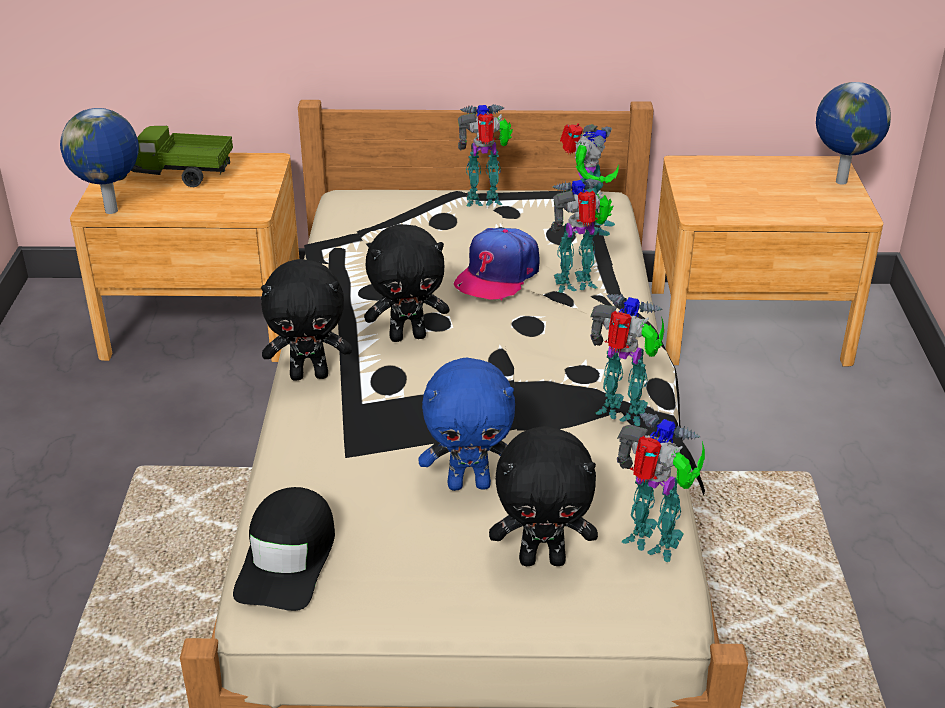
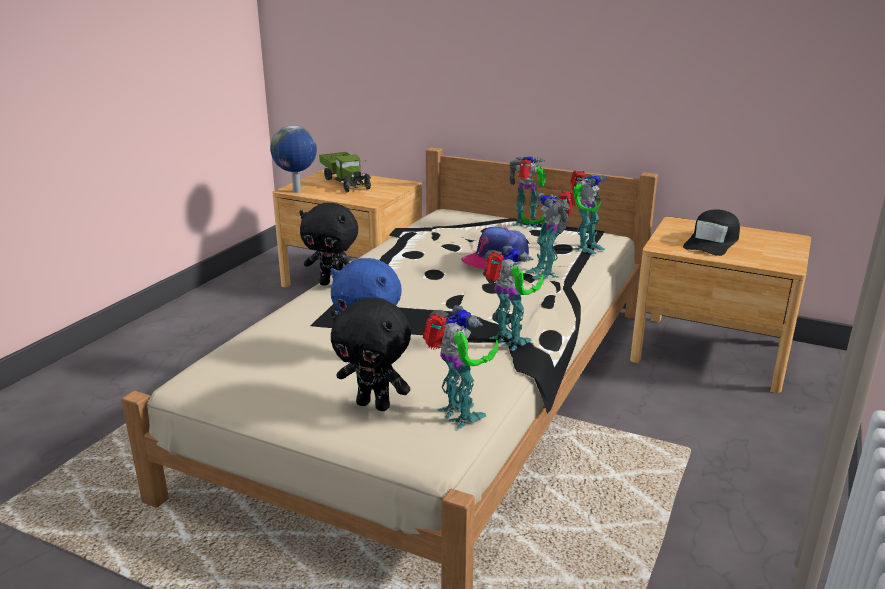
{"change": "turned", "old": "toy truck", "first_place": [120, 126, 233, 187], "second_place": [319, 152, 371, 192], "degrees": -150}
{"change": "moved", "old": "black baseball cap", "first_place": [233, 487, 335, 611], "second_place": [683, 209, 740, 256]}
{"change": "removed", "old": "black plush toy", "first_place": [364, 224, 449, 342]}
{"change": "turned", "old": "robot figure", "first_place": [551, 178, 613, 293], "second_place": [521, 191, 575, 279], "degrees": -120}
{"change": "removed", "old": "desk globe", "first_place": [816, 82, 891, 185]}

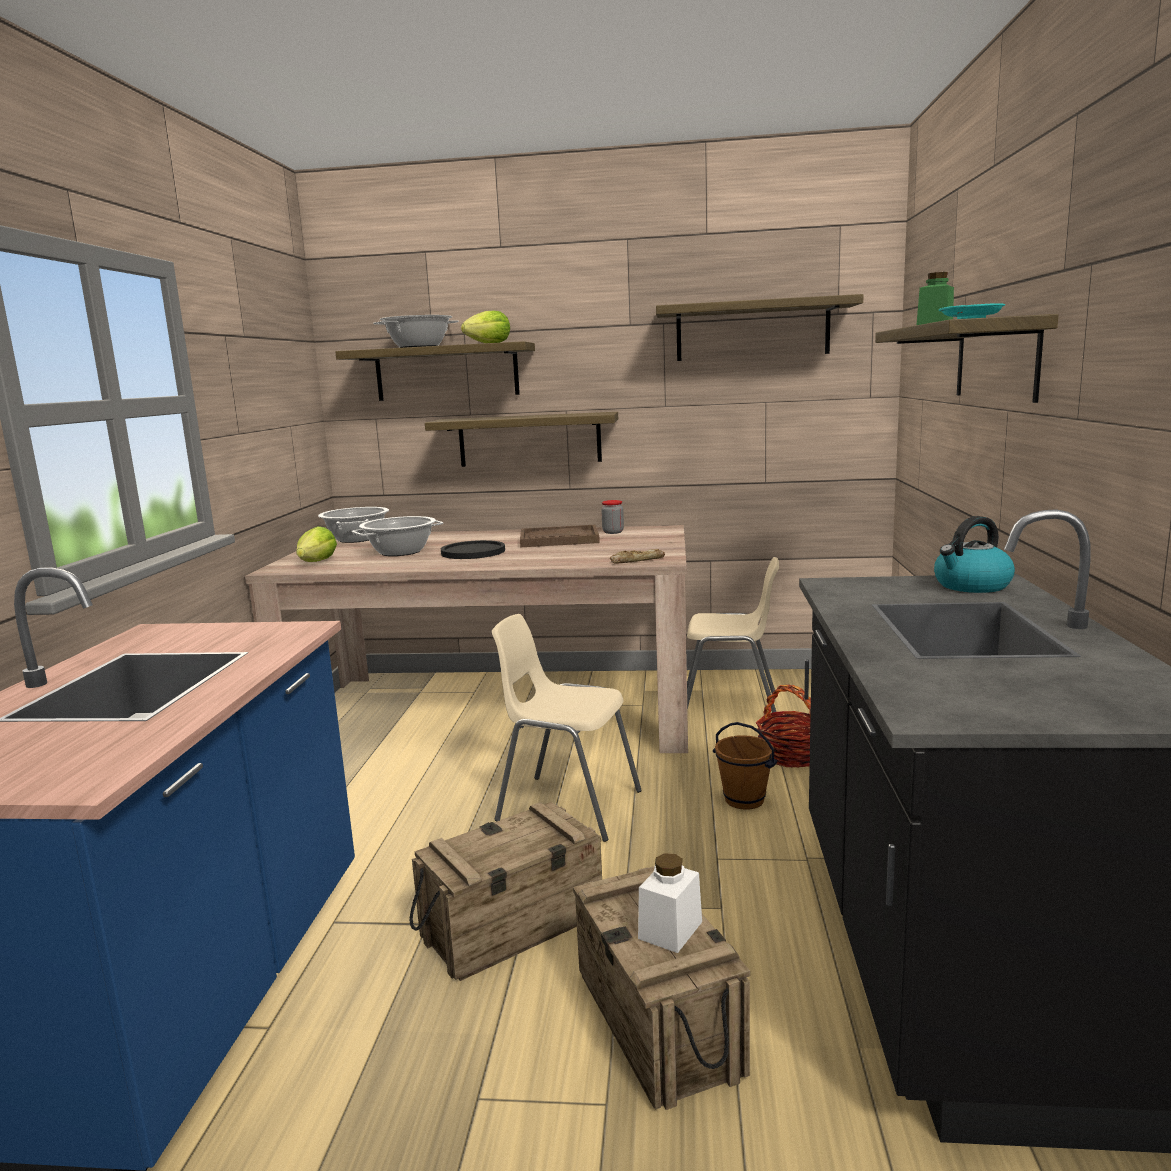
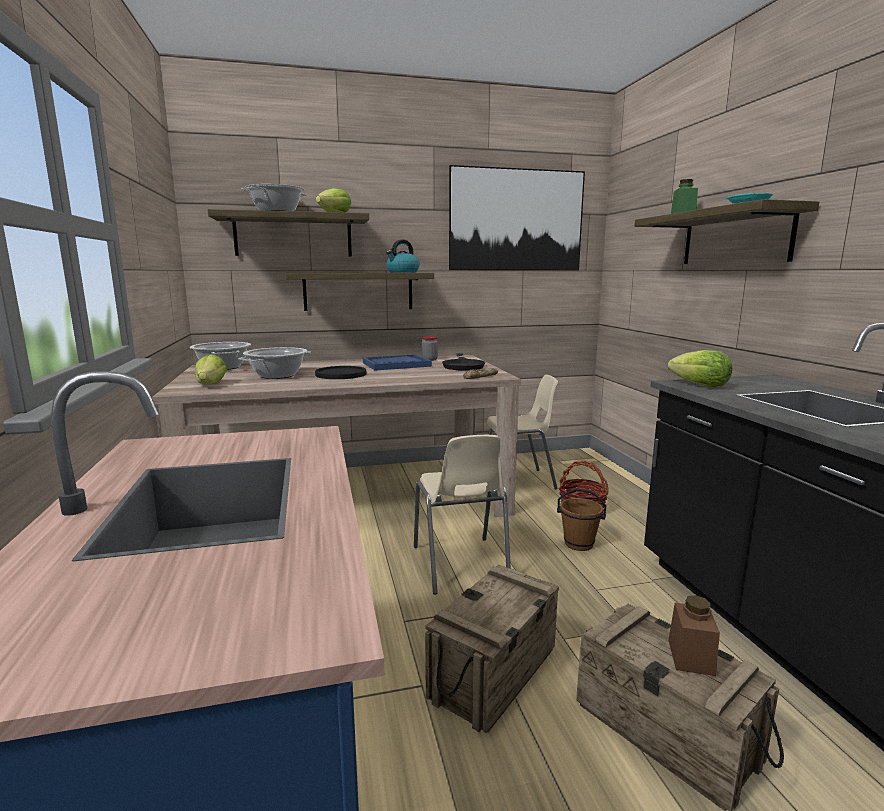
{"change": "turned", "old": "beige upright chair", "first_place": [492, 614, 642, 842], "second_place": [414, 435, 511, 595], "degrees": -105}
{"change": "recoloured", "old": "brownish carrying tray", "new": "bluish carrying tray", "first_place": [520, 525, 600, 547], "second_place": [363, 354, 432, 370]}
{"change": "recoloured", "old": "whitish preserve jar", "new": "brownish preserve jar", "first_place": [638, 853, 702, 953], "second_place": [668, 595, 720, 676]}
{"change": "replaced", "old": "wall shelf", "new": "wall picture", "first_place": [656, 294, 864, 361], "second_place": [449, 165, 585, 270]}
{"change": "moved", "old": "kettle", "first_place": [934, 516, 1015, 593], "second_place": [386, 240, 420, 272]}
{"change": "added", "new": "black skillet", "second_place": [442, 353, 485, 371]}
{"change": "added", "new": "head of lettuce", "second_place": [668, 350, 732, 387]}

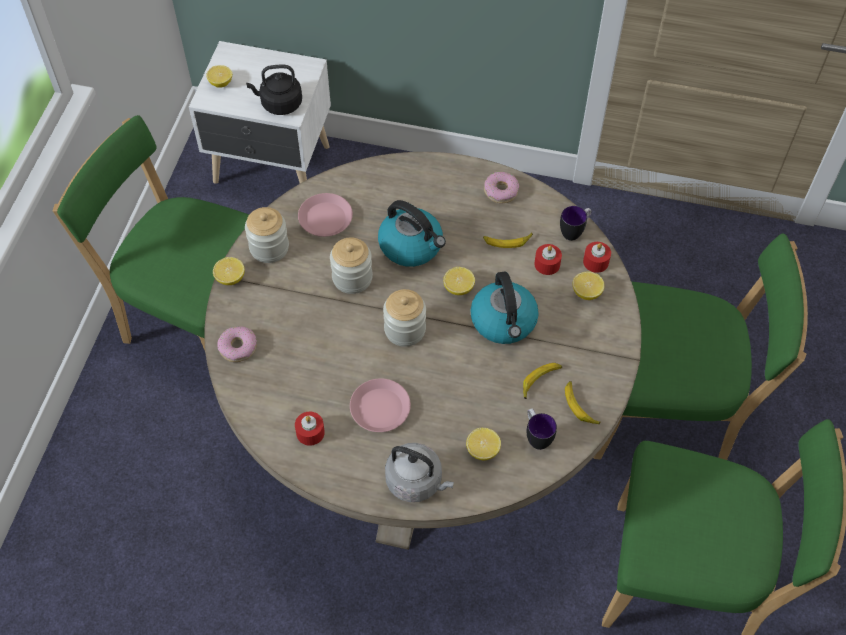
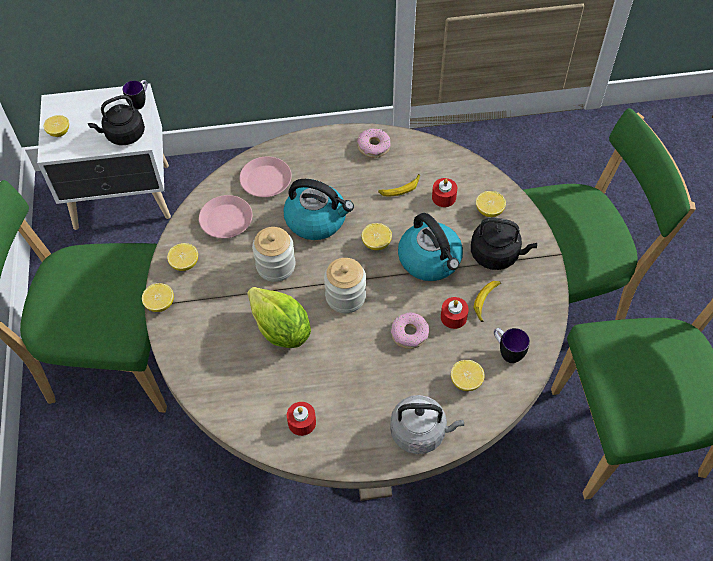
{"change": "moved", "old": "doughnut", "first_place": [218, 327, 257, 362], "second_place": [391, 313, 429, 349]}
{"change": "replaced", "old": "preserve jar", "new": "citrus fruit", "first_place": [245, 207, 289, 263], "second_place": [167, 243, 198, 271]}
{"change": "moved", "old": "pinkish flat dish", "first_place": [350, 378, 411, 432], "second_place": [239, 157, 292, 197]}
{"change": "moved", "old": "mug", "first_place": [560, 206, 592, 241], "second_place": [123, 80, 147, 110]}
{"change": "removed", "old": "whole banana", "first_place": [565, 381, 600, 424]}
{"change": "moved", "old": "red wax light", "first_place": [583, 242, 611, 273], "second_place": [441, 297, 469, 329]}
{"change": "added", "new": "head of lettuce", "second_place": [247, 287, 311, 348]}
{"change": "added", "new": "black kettle", "second_place": [471, 217, 537, 270]}

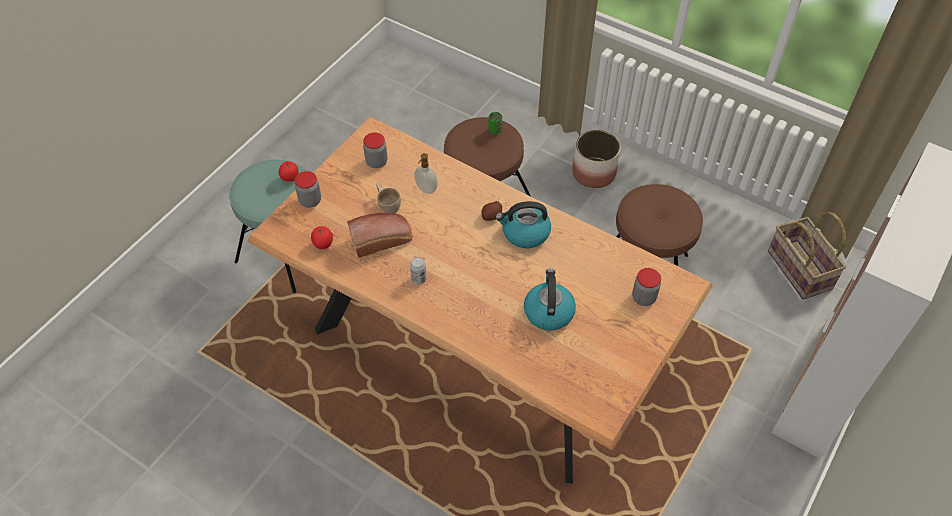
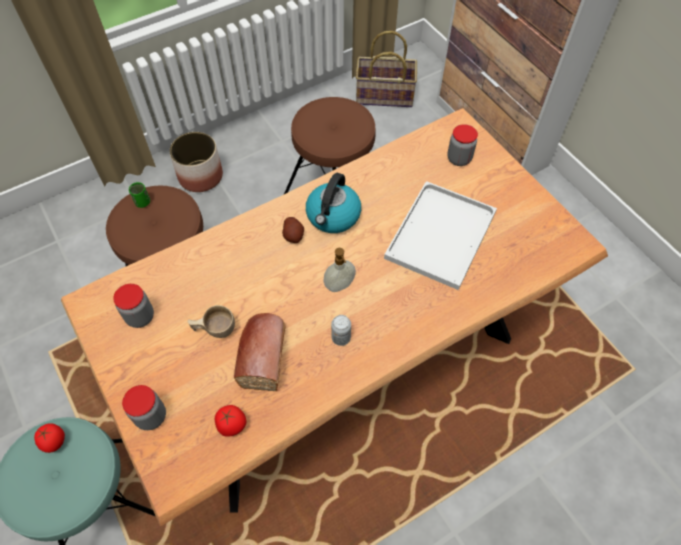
{"change": "moved", "old": "soap dispenser", "first_place": [414, 153, 438, 194], "second_place": [323, 248, 356, 292]}
{"change": "replaced", "old": "kettle", "new": "whitish carrying tray", "first_place": [524, 269, 576, 331], "second_place": [384, 181, 497, 290]}

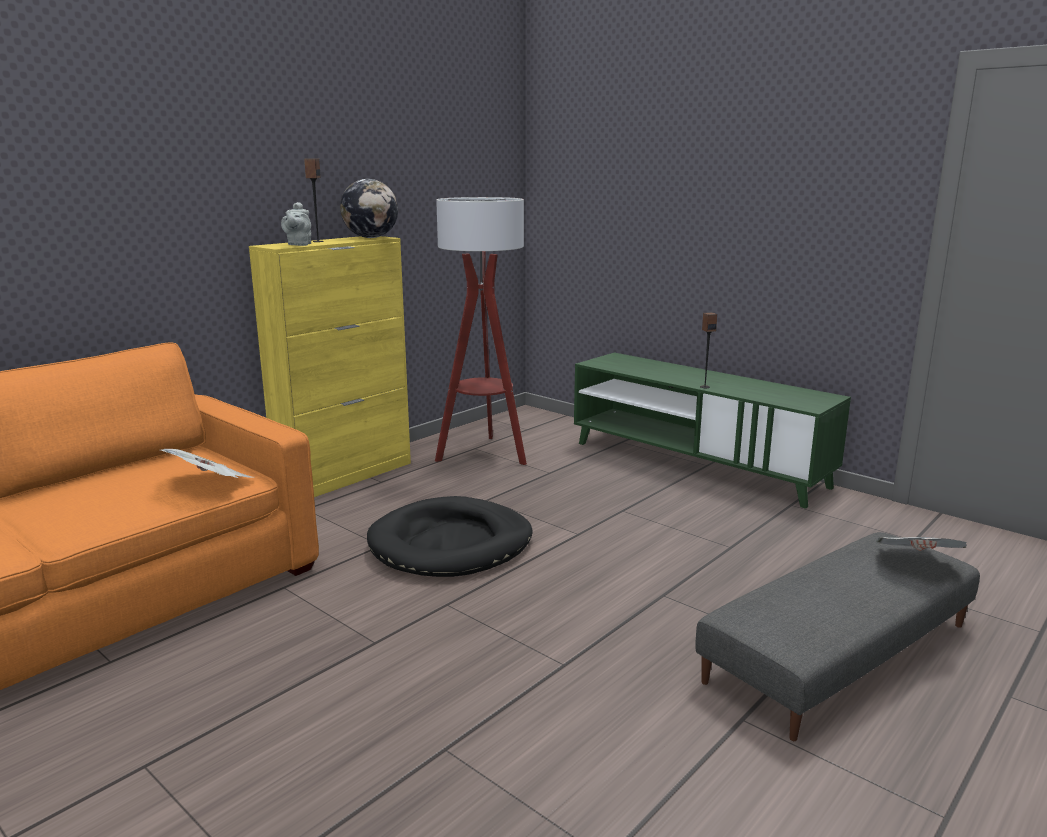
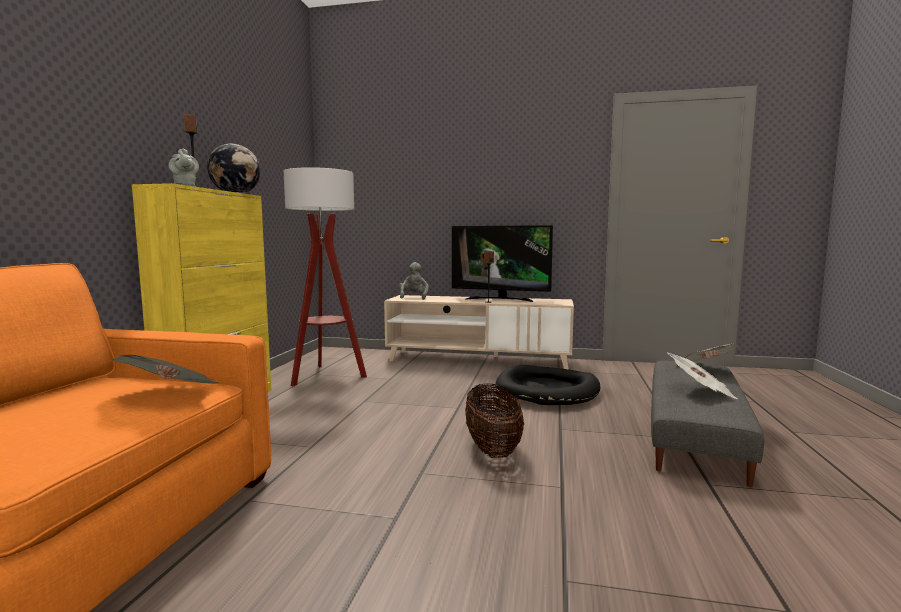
{"change": "moved", "old": "black dog bed", "first_place": [367, 496, 533, 577], "second_place": [496, 365, 600, 405]}
{"change": "recoloured", "old": "greenish tv stand", "new": "beige tv stand", "first_place": [574, 353, 851, 509], "second_place": [384, 295, 574, 370]}
{"change": "added", "new": "grey plush toy", "second_place": [399, 262, 429, 300]}
{"change": "added", "new": "TV", "second_place": [452, 225, 553, 302]}
{"change": "added", "new": "basket", "second_place": [465, 384, 524, 458]}
{"change": "added", "new": "daily paper", "second_place": [667, 352, 737, 399]}

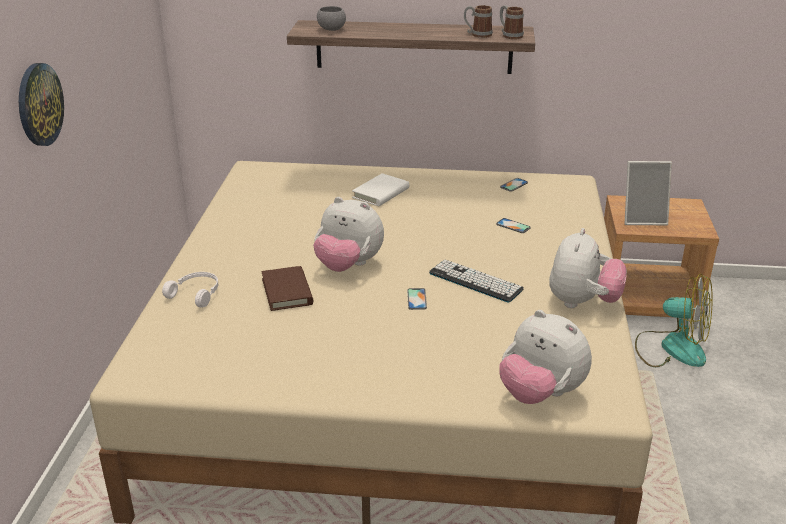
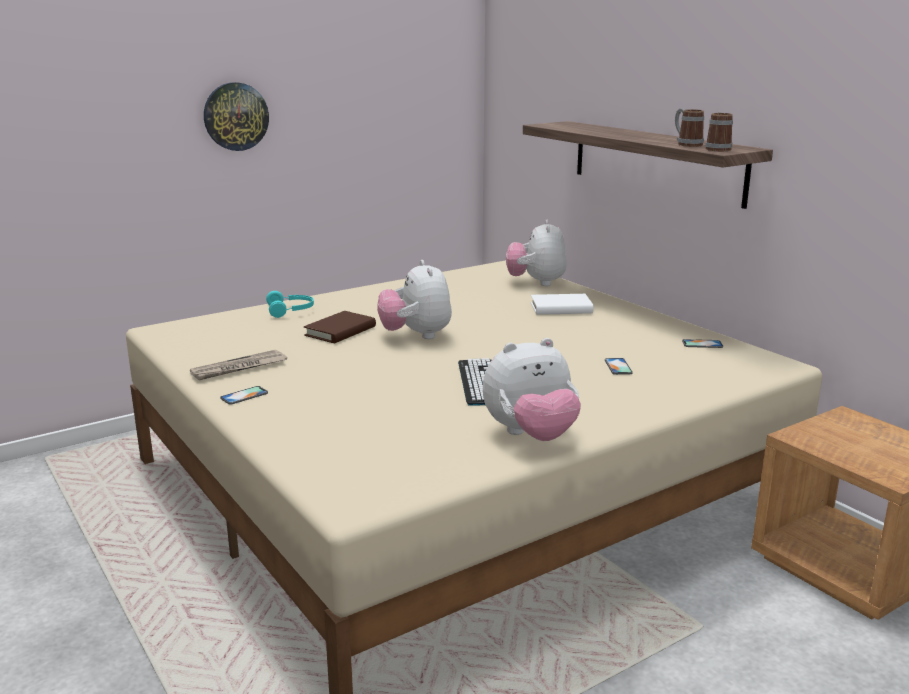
{"change": "recoloured", "old": "whitish headset", "new": "blue-green headset", "first_place": [162, 272, 218, 308], "second_place": [266, 291, 314, 318]}
{"change": "removed", "old": "grey serving bowl", "first_place": [317, 6, 346, 31]}
{"change": "moved", "old": "telephone", "first_place": [407, 288, 427, 310], "second_place": [220, 386, 268, 405]}
{"change": "moved", "old": "plush toy", "first_place": [499, 310, 592, 404], "second_place": [506, 220, 567, 286]}
{"change": "removed", "old": "photo frame", "first_place": [625, 161, 672, 225]}
{"change": "removed", "old": "cooling fan", "first_place": [635, 273, 713, 367]}
{"change": "added", "new": "daily paper", "second_place": [190, 350, 287, 380]}

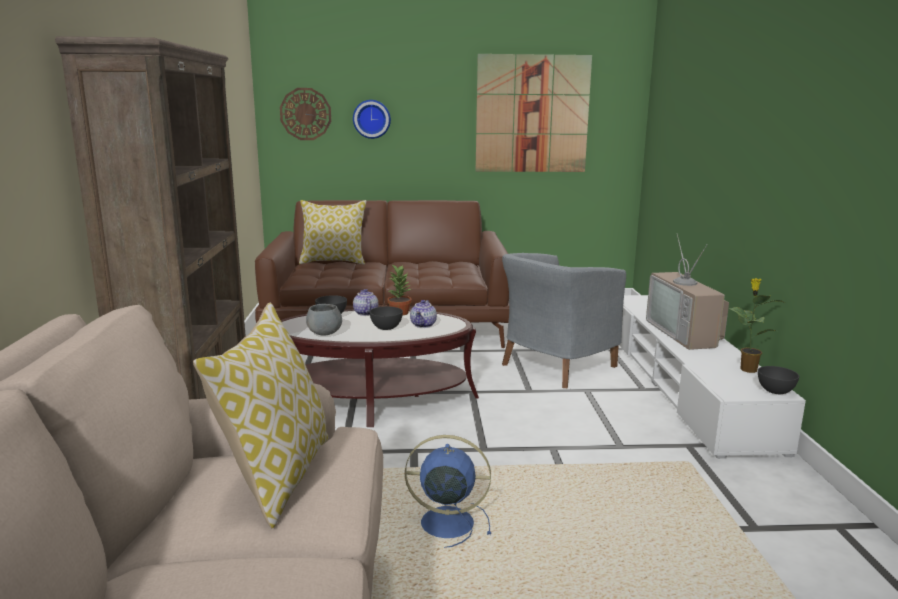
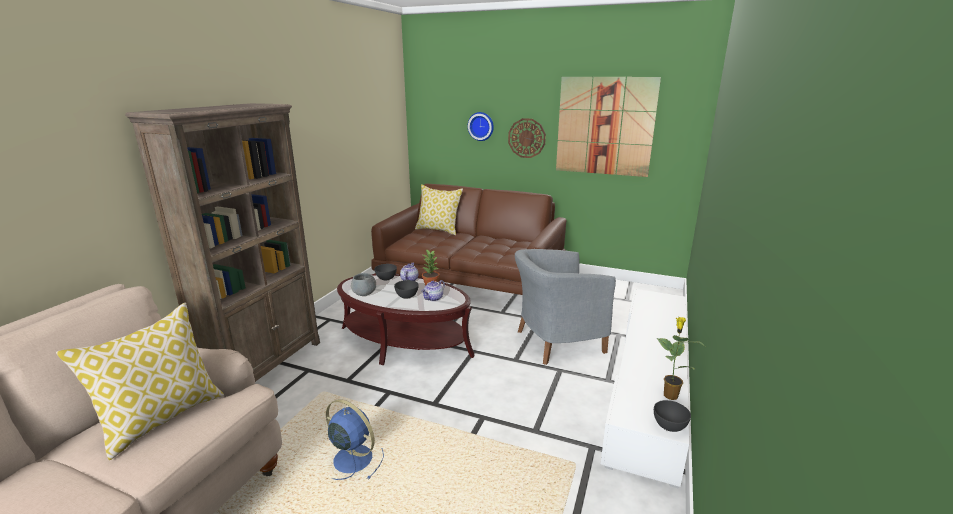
{"change": "moved", "old": "clock on the wall", "first_place": [280, 88, 331, 140], "second_place": [508, 118, 546, 158]}
{"change": "removed", "old": "TV", "first_place": [646, 234, 729, 350]}

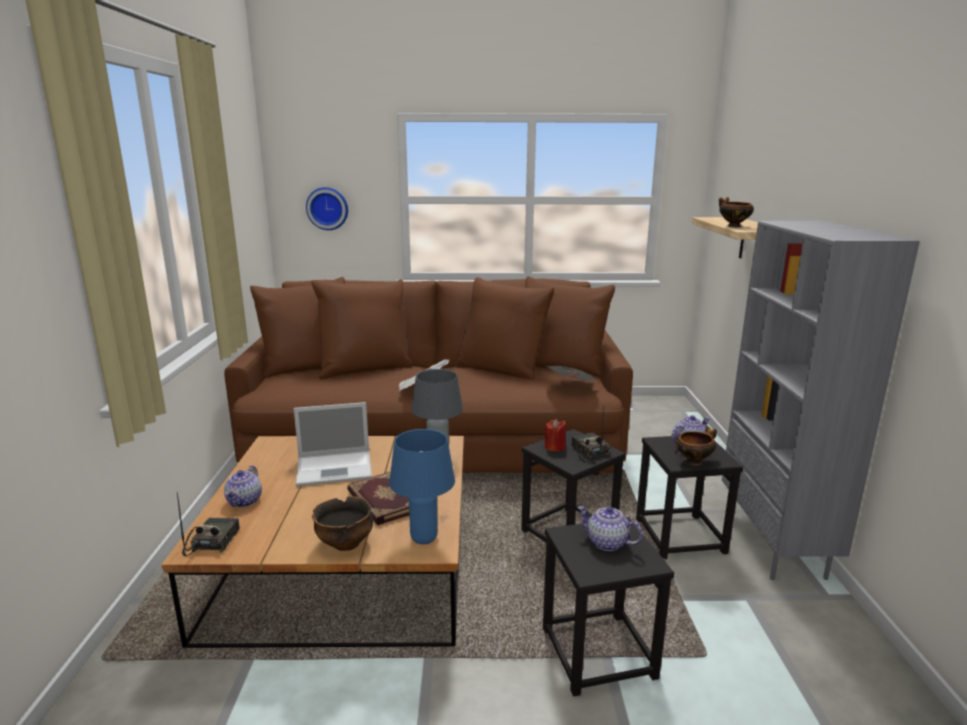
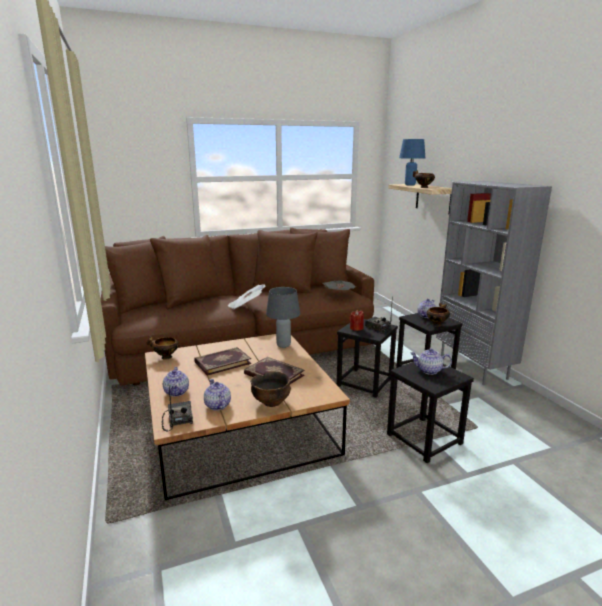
{"change": "replaced", "old": "laptop", "new": "volume", "first_place": [294, 402, 372, 486], "second_place": [194, 347, 251, 376]}
{"change": "removed", "old": "clock on the wall", "first_place": [306, 187, 348, 230]}
{"change": "moved", "old": "bluish table lamp", "first_place": [389, 429, 455, 544], "second_place": [399, 139, 425, 186]}
{"change": "added", "new": "serving bowl", "second_place": [146, 336, 180, 360]}
{"change": "added", "new": "tea pot", "second_place": [204, 379, 231, 410]}

